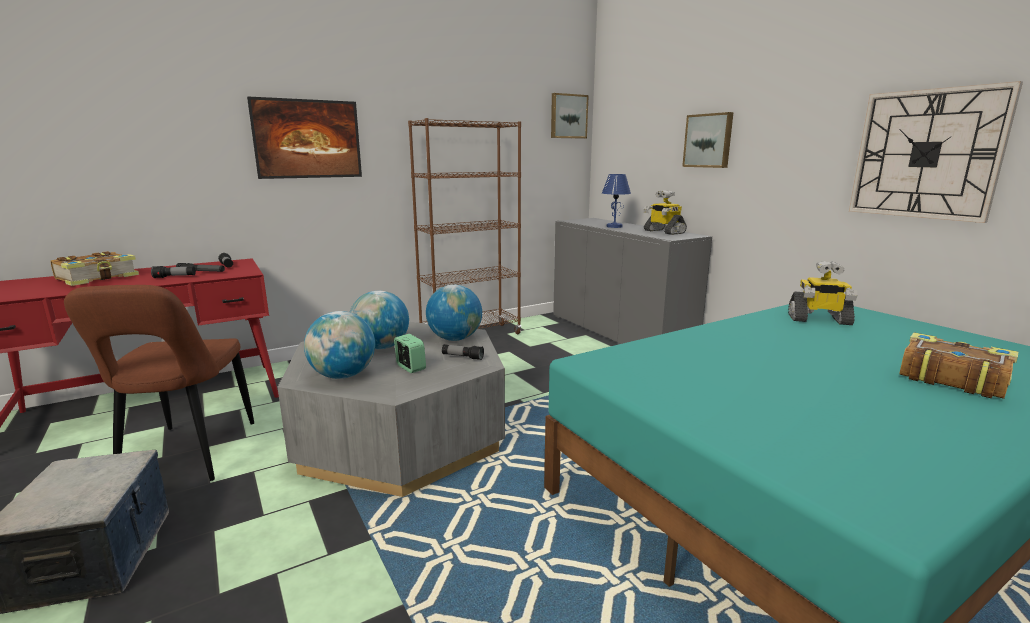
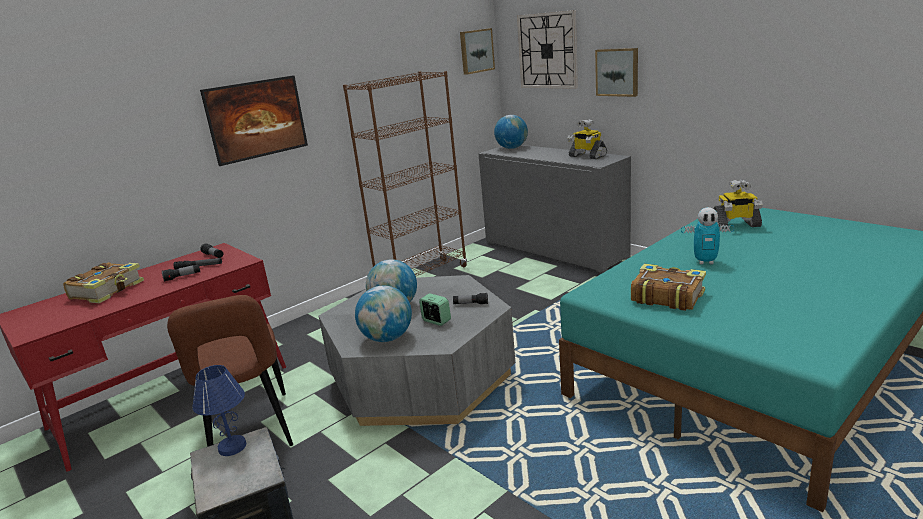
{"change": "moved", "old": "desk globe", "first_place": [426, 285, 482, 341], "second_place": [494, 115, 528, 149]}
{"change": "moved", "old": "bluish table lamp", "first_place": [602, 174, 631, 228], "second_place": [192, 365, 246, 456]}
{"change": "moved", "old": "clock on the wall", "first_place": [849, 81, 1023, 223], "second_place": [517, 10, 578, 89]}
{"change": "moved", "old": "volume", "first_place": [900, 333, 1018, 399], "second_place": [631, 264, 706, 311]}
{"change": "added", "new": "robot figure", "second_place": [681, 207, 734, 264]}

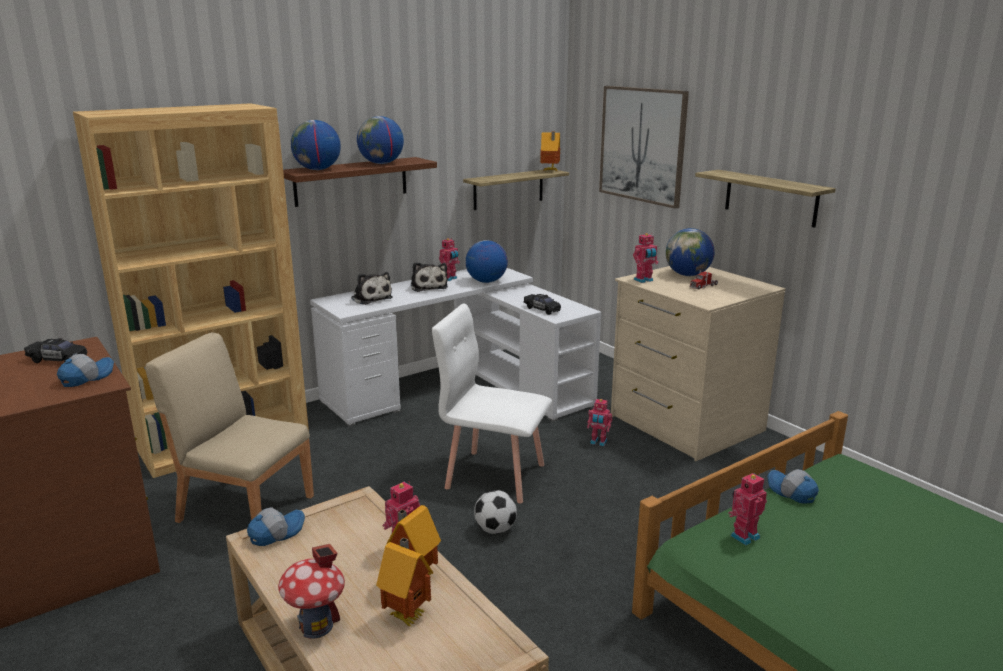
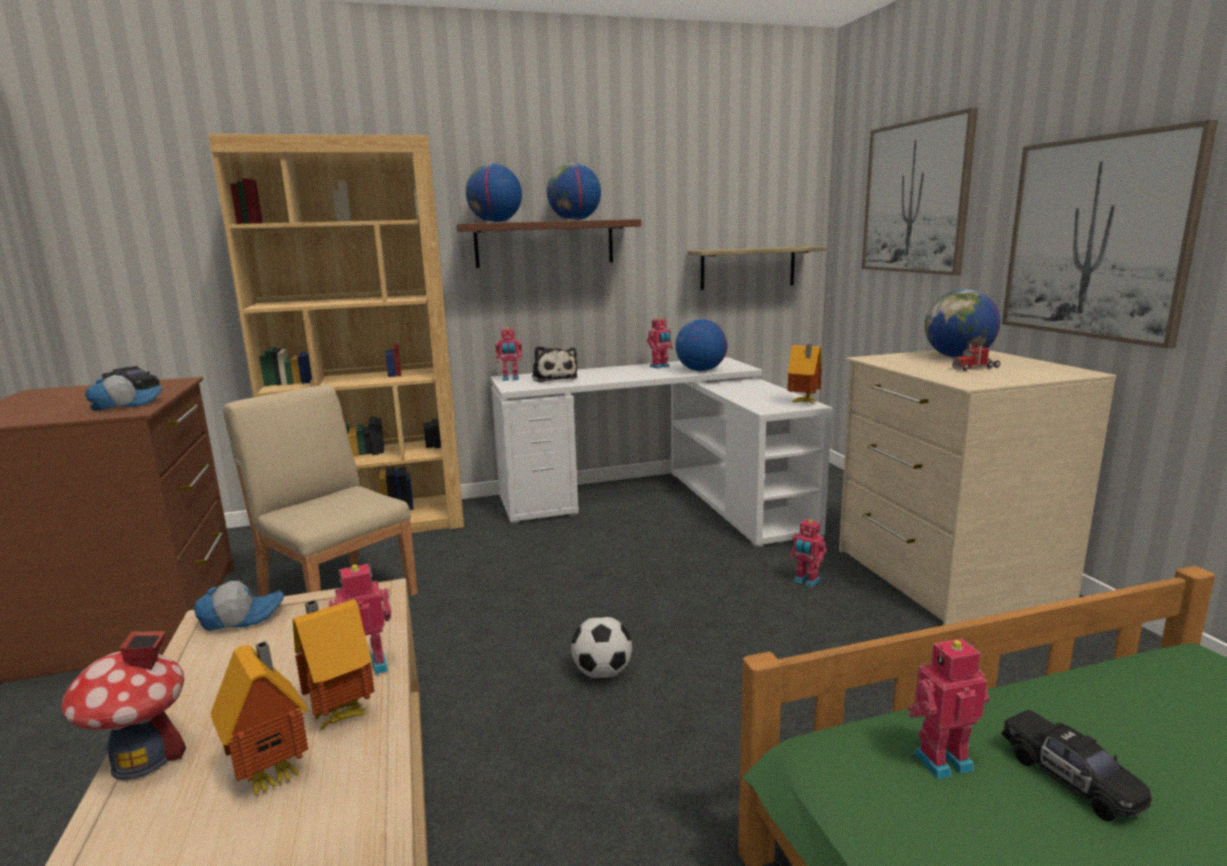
{"change": "removed", "old": "plush toy", "first_place": [411, 262, 448, 292]}
{"change": "removed", "old": "whitish upright chair", "first_place": [432, 303, 552, 503]}
{"change": "moved", "old": "black model car", "first_place": [523, 294, 561, 315], "second_place": [1002, 710, 1151, 821]}
{"change": "moved", "old": "toy house", "first_place": [540, 131, 560, 172], "second_place": [788, 344, 822, 404]}
{"change": "moved", "old": "robot figure", "first_place": [633, 233, 658, 283], "second_place": [495, 327, 522, 381]}
{"change": "replaced", "old": "wall shelf", "new": "wall picture", "first_place": [695, 170, 836, 228], "second_place": [1002, 120, 1218, 349]}
{"change": "removed", "old": "baseball cap", "first_place": [767, 469, 819, 504]}

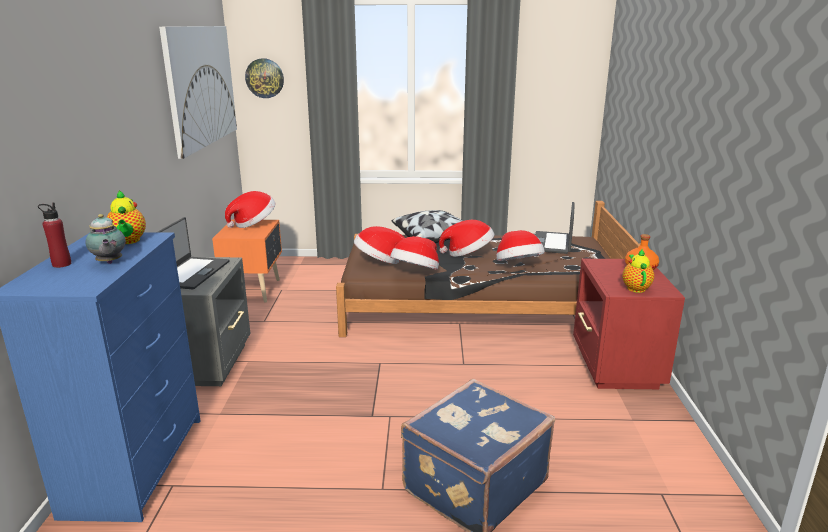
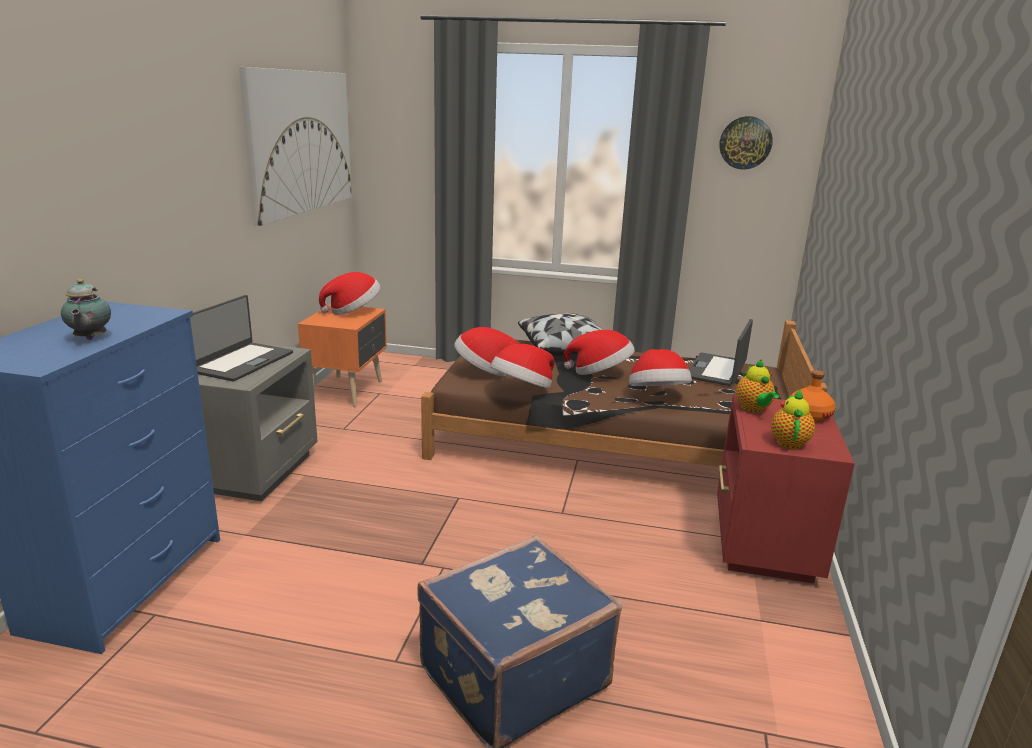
{"change": "removed", "old": "red beverage bottle", "first_place": [38, 203, 71, 268]}
{"change": "moved", "old": "tea pot", "first_place": [107, 190, 146, 244], "second_place": [736, 359, 780, 413]}
{"change": "moved", "old": "clock on the wall", "first_place": [245, 58, 284, 98], "second_place": [719, 116, 773, 170]}

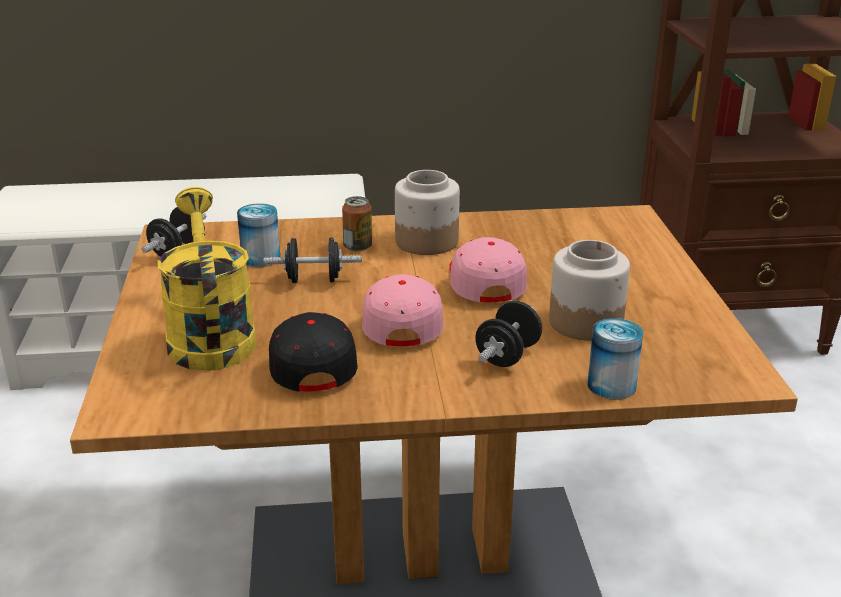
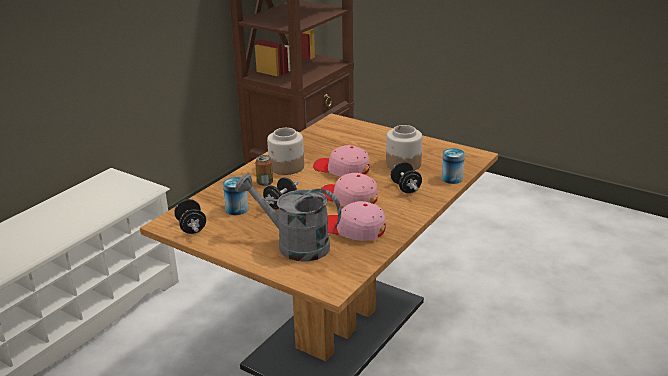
{"change": "recoloured", "old": "yellow-coloured watering pot", "new": "grey watering pot", "first_place": [157, 187, 256, 371], "second_place": [235, 173, 341, 261]}
{"change": "recoloured", "old": "black baseball cap", "new": "pinkish baseball cap", "first_place": [269, 312, 358, 392], "second_place": [327, 201, 386, 241]}

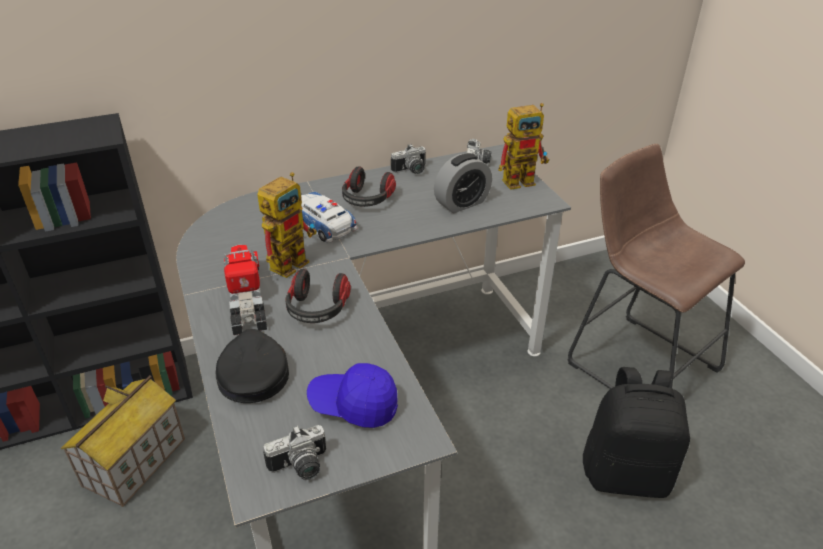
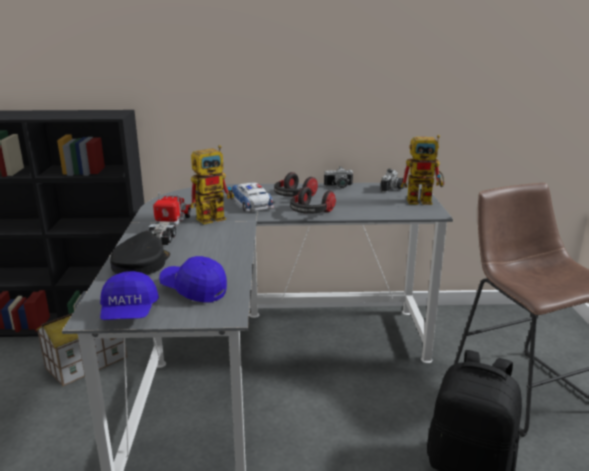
{"change": "replaced", "old": "photo camera", "new": "bluish baseball cap", "first_place": [263, 425, 326, 480], "second_place": [100, 271, 159, 320]}
{"change": "moved", "old": "headset", "first_place": [286, 269, 351, 323], "second_place": [290, 186, 336, 214]}
{"change": "removed", "old": "bedside clock", "first_place": [434, 153, 492, 213]}

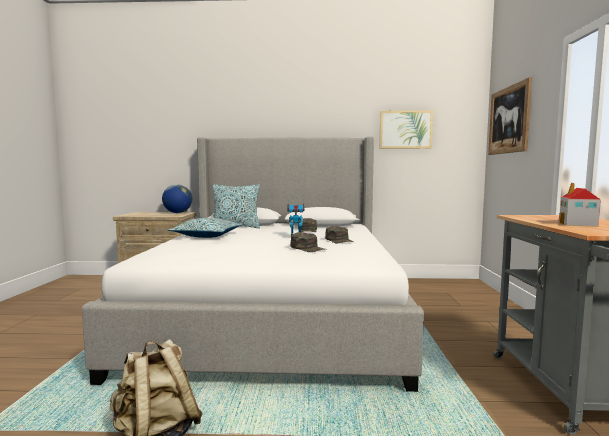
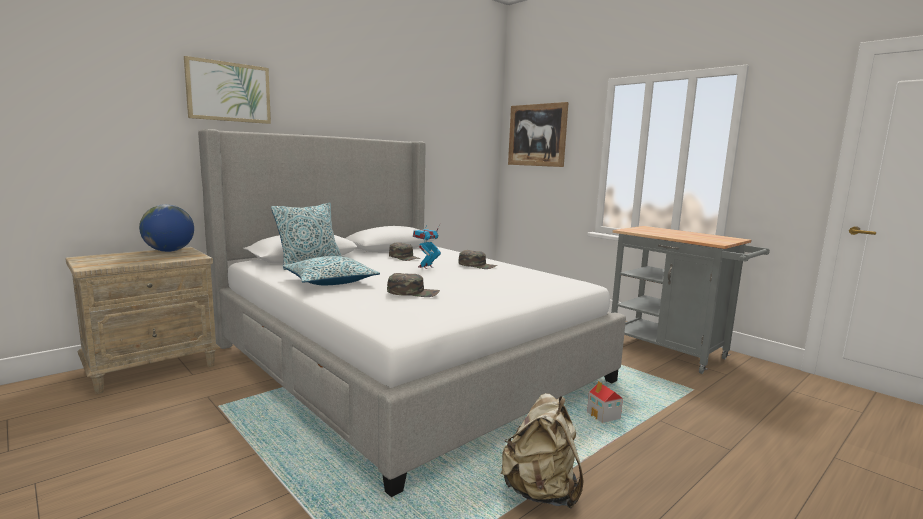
{"change": "moved", "old": "greenish baseball cap", "first_place": [290, 232, 324, 252], "second_place": [387, 273, 440, 297]}
{"change": "moved", "old": "wall picture", "first_place": [379, 111, 433, 149], "second_place": [184, 56, 271, 124]}
{"change": "moved", "old": "toy house", "first_place": [559, 183, 601, 227], "second_place": [587, 381, 623, 423]}

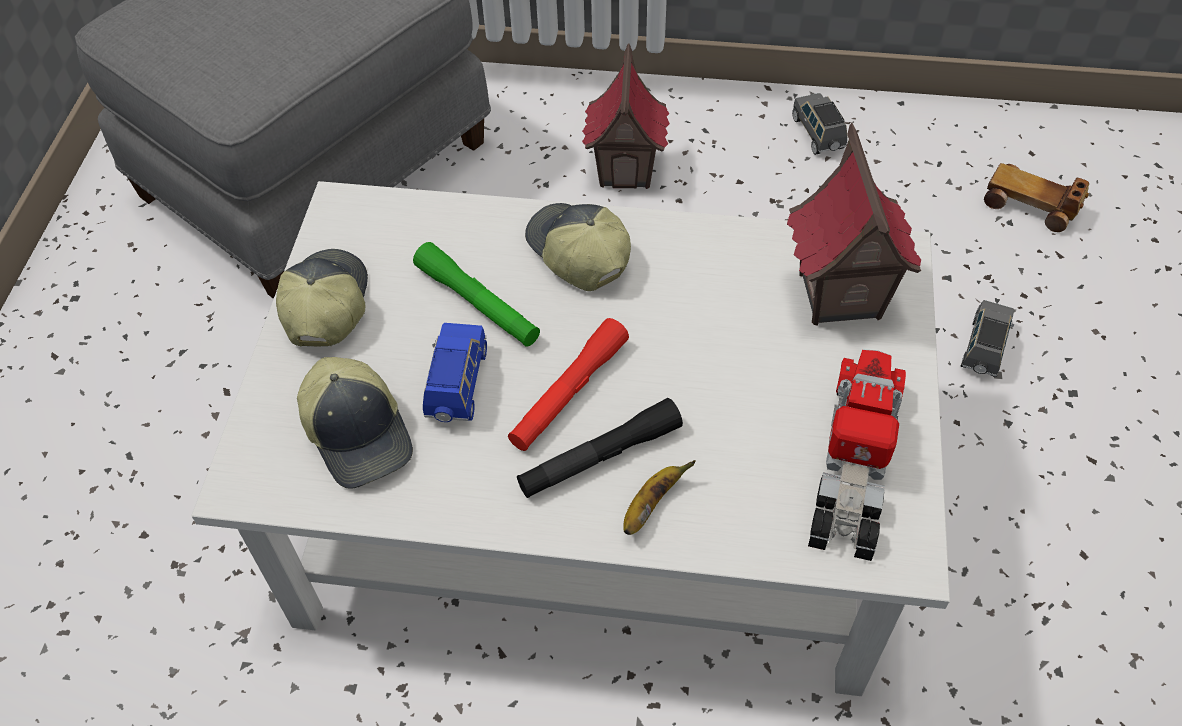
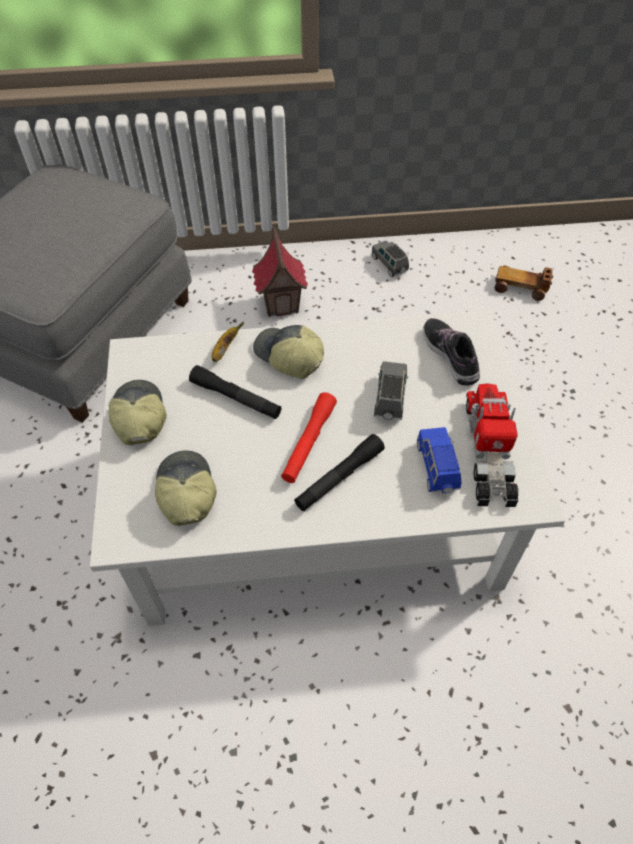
{"change": "turned", "old": "baseball cap", "first_place": [297, 357, 413, 489], "second_place": [155, 451, 217, 526], "degrees": -150}
{"change": "recoloured", "old": "greenish flashlight", "new": "black flashlight", "first_place": [413, 242, 540, 347], "second_place": [189, 365, 281, 419]}
{"change": "moved", "old": "bluish model car", "first_place": [423, 323, 487, 422], "second_place": [417, 427, 461, 493]}
{"change": "moved", "old": "whole banana", "first_place": [623, 460, 696, 535], "second_place": [212, 321, 244, 362]}
{"change": "replaced", "old": "toy house", "new": "item of footwear", "first_place": [787, 123, 921, 326], "second_place": [423, 318, 480, 386]}
{"change": "moved", "old": "grey model car", "first_place": [960, 300, 1014, 377], "second_place": [374, 361, 408, 420]}

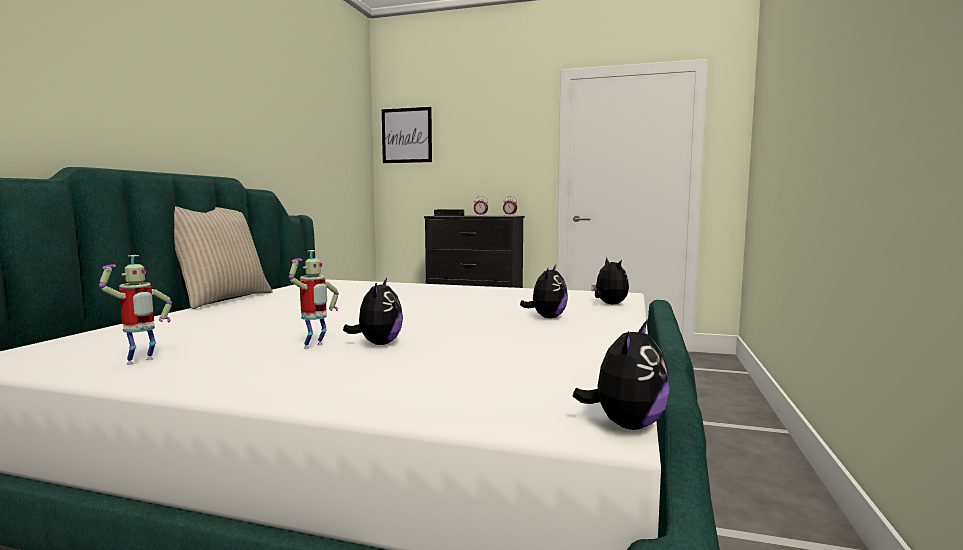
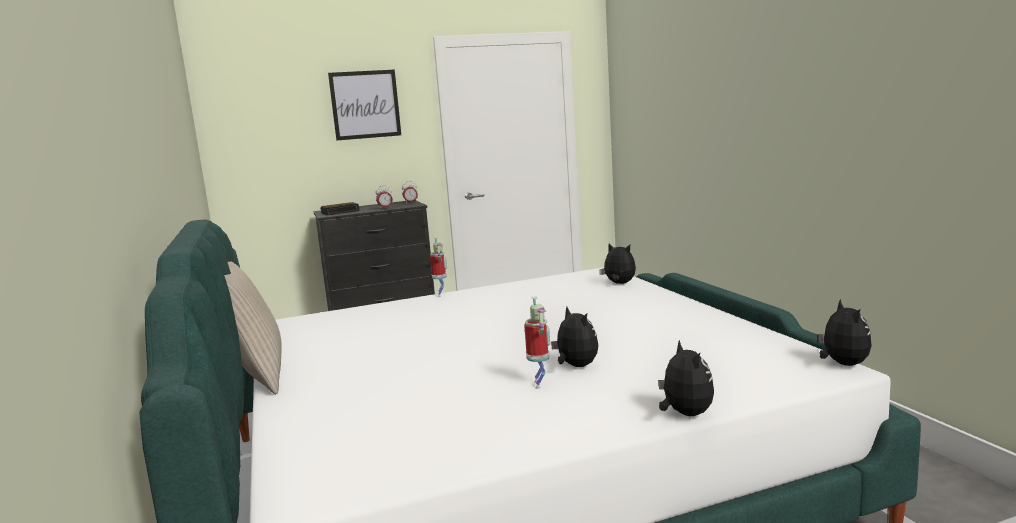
{"change": "moved", "old": "robot figure", "first_place": [99, 255, 172, 365], "second_place": [430, 237, 447, 297]}
{"change": "moved", "old": "wall picture", "first_place": [382, 107, 432, 163], "second_place": [328, 70, 401, 141]}
{"change": "moved", "old": "plush toy", "first_place": [520, 265, 568, 318], "second_place": [658, 339, 714, 416]}

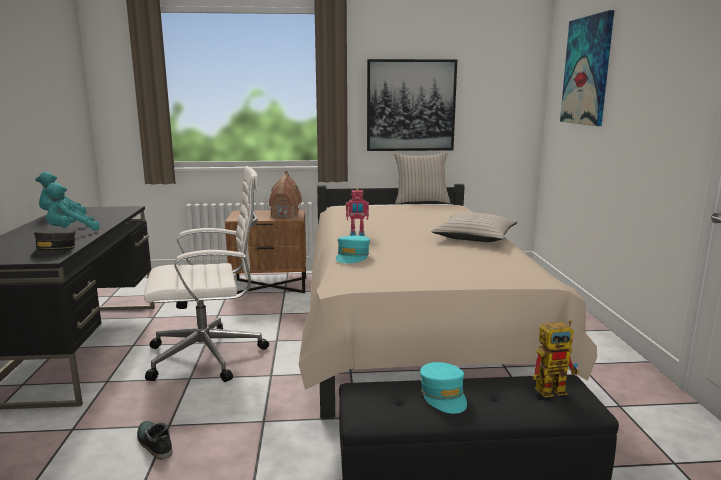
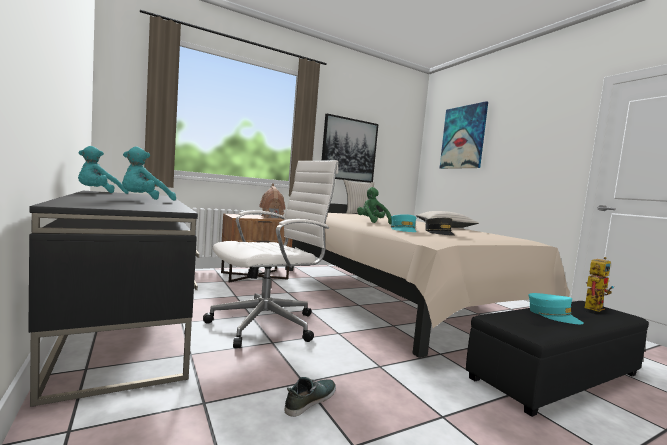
{"change": "moved", "old": "grey baseball cap", "first_place": [30, 229, 75, 258], "second_place": [425, 218, 455, 236]}
{"change": "turned", "old": "item of footwear", "first_place": [137, 421, 173, 460], "second_place": [284, 377, 336, 417], "degrees": 105}
{"change": "replaced", "old": "robot figure", "new": "greenish plush toy", "first_place": [346, 188, 369, 236], "second_place": [357, 187, 392, 225]}

